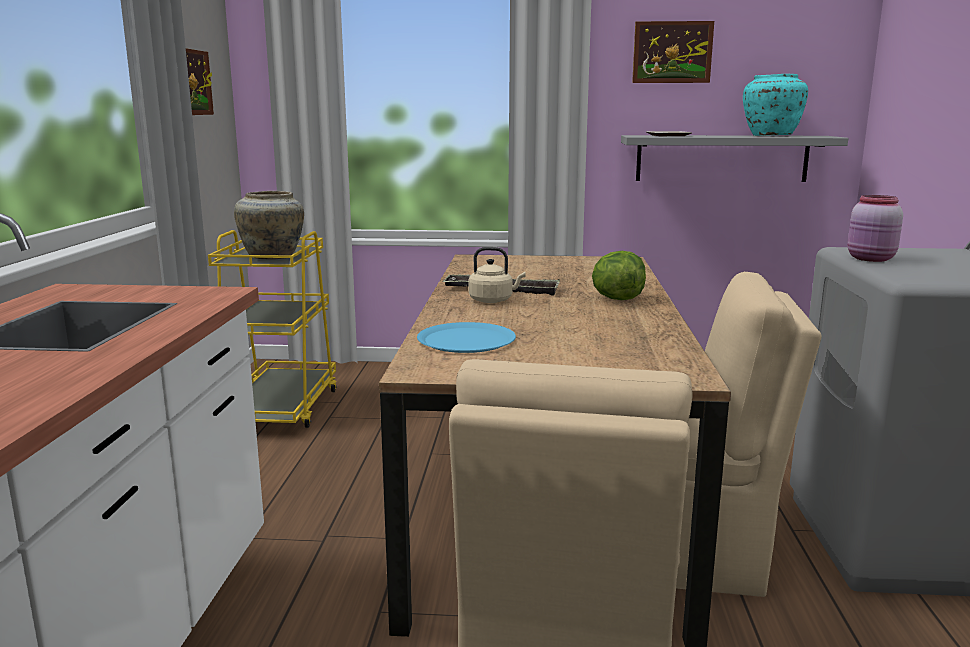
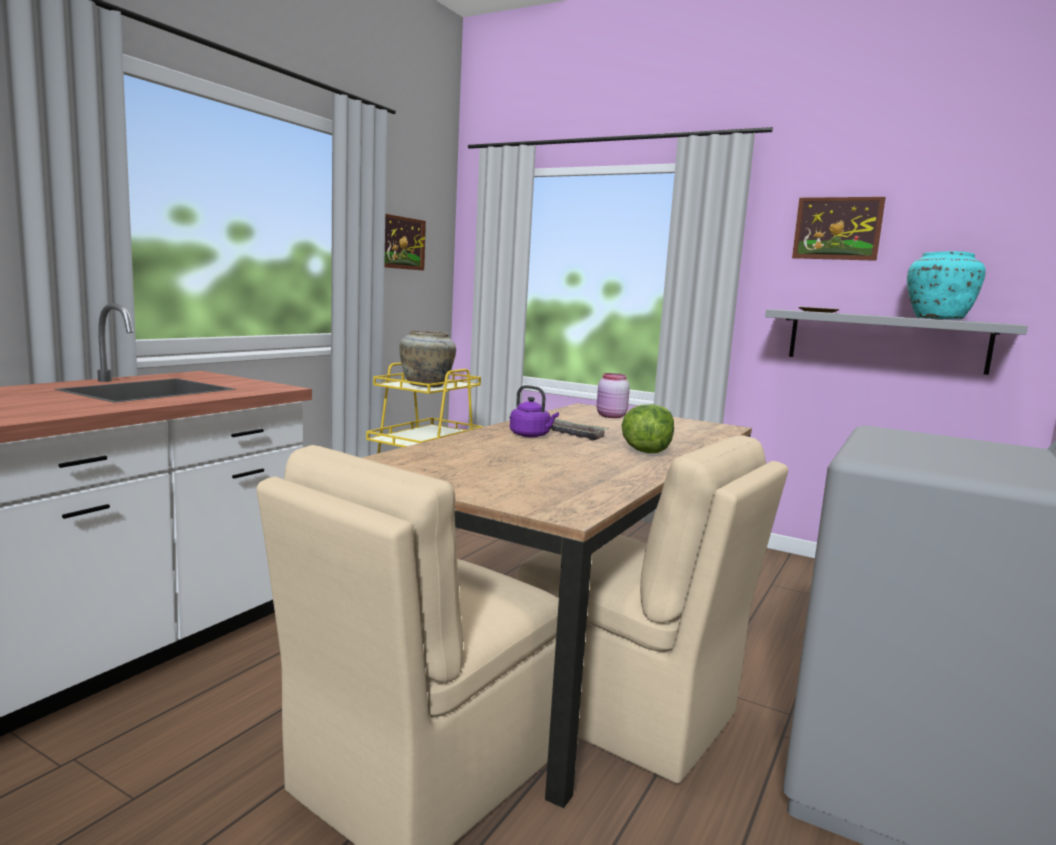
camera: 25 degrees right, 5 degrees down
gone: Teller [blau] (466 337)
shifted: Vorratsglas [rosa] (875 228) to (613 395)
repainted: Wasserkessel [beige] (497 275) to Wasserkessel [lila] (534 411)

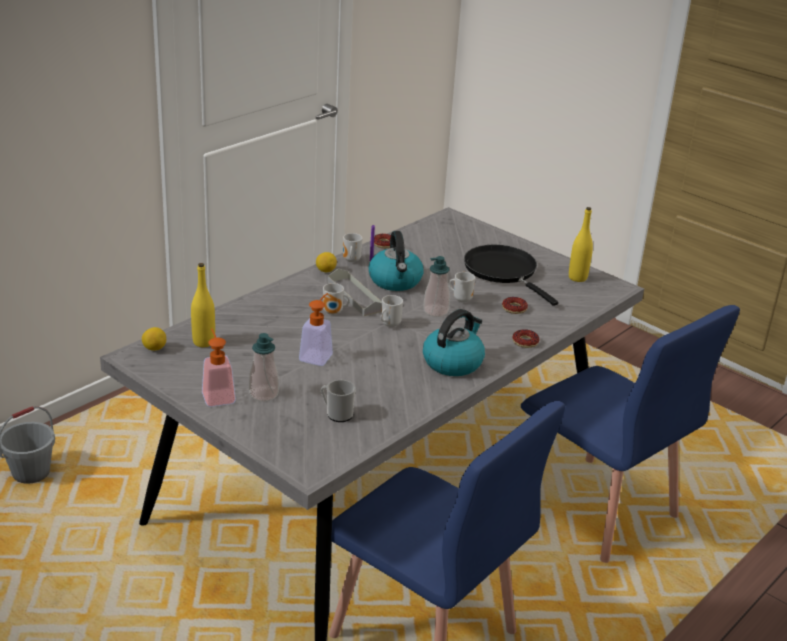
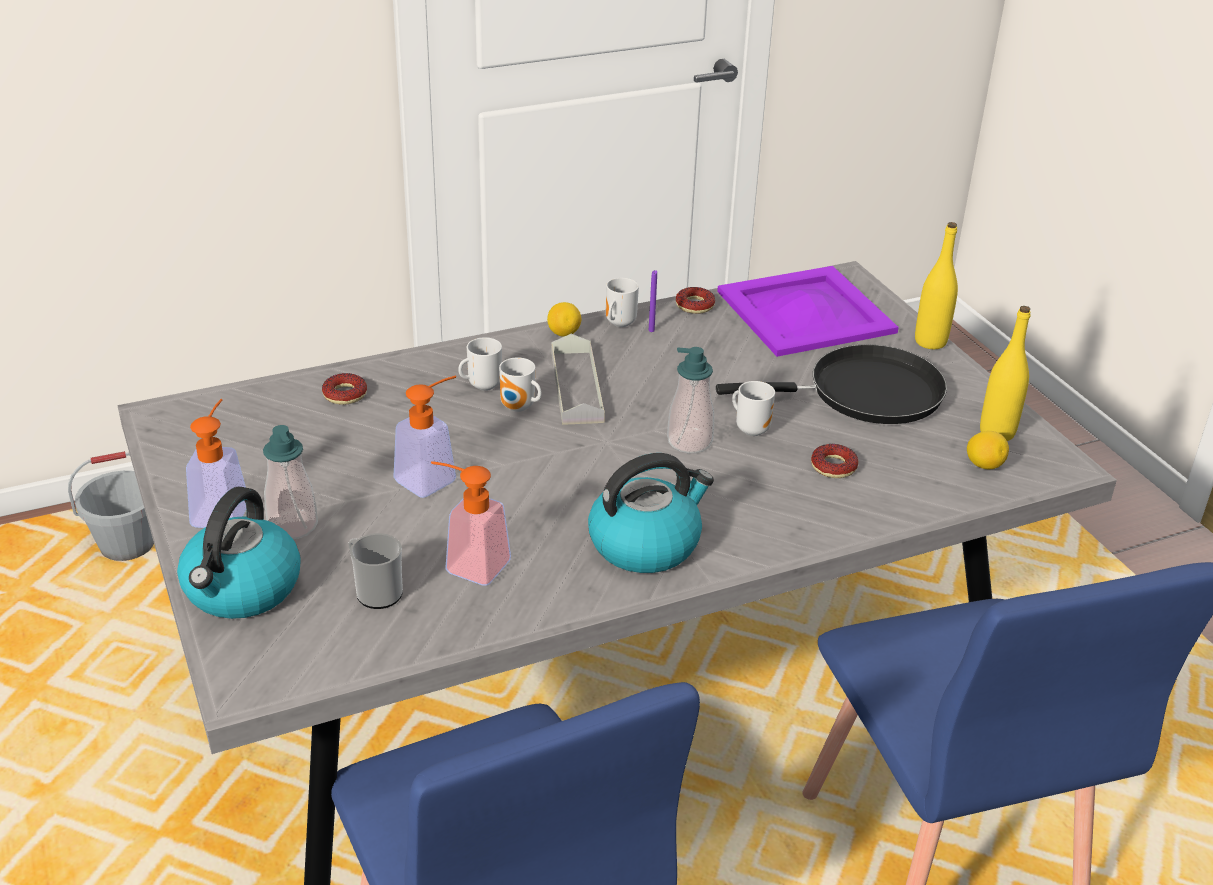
camera: 25 degrees right, 5 degrees up
new: Seifenspender (471 523); Tablett [lila] (808 311)
shifted: Wasserkessel (396 261) to (239 553); Donut (525 338) to (344 389); Henkelbecher (392 311) to (480 364); Flasche [gelb] (203 305) to (936 285); Zitrone (154 339) to (988 450)
rotated: Pfanne [schwarz] (511 275) = (831 384) 90 degrees clockwise

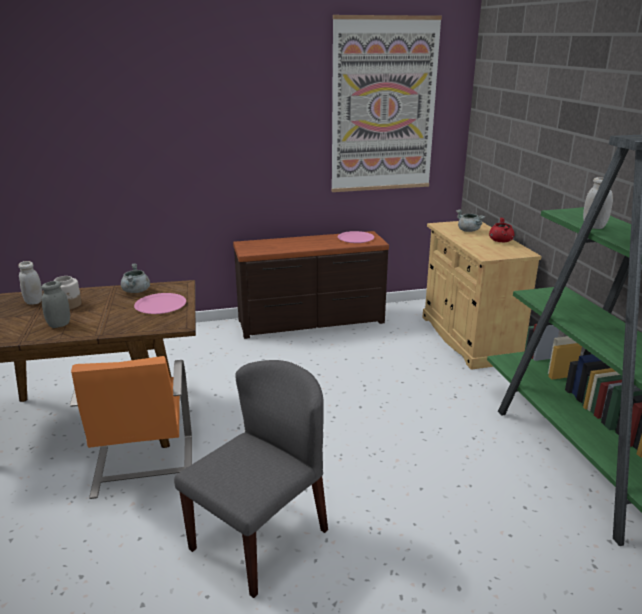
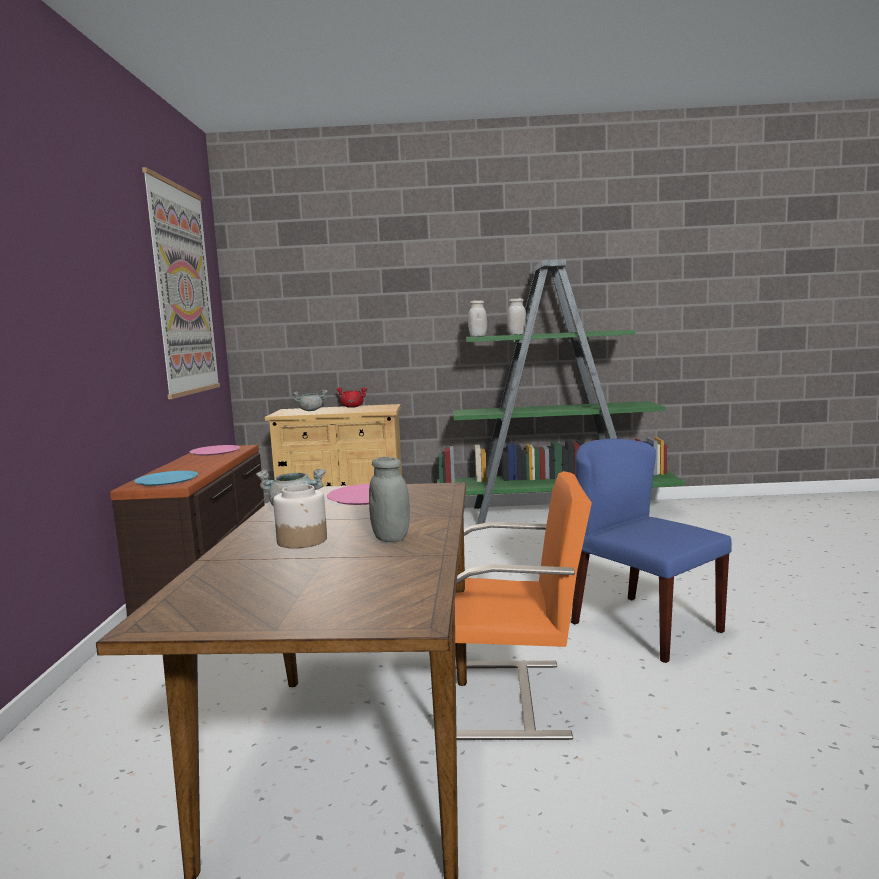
camera: 75 degrees left, 15 degrees down
new: Teller [blau] (166 478)
shifted: Vorratsglas [weiß] (30 283) to (477 318)
repainted: Stuhl [grau] (251 479) to Stuhl [blau] (651 551)

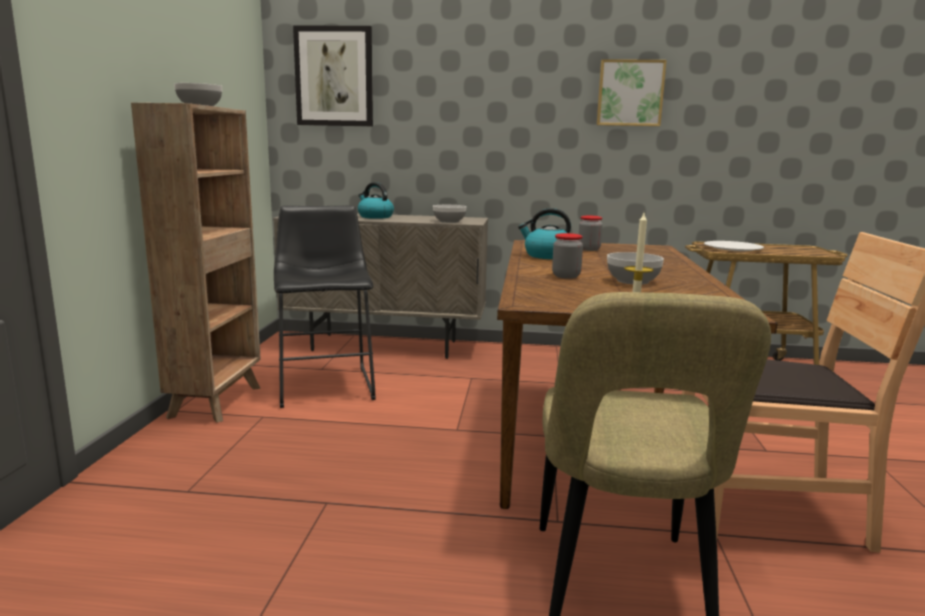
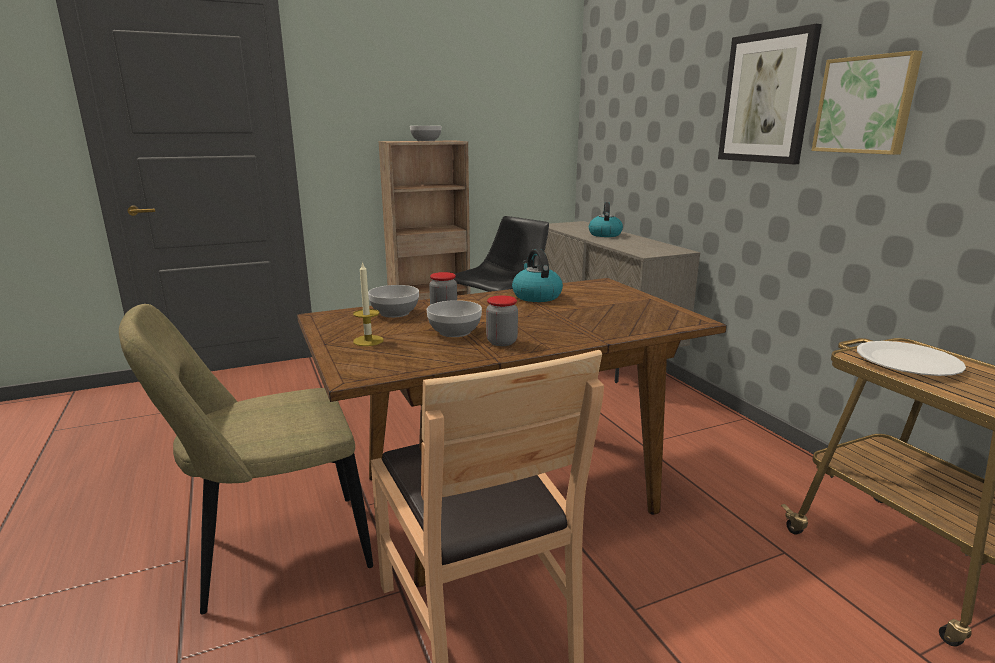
camera: 60 degrees right, 5 degrees up
shifted: Schüssel (449 214) to (393 301); Vorratsglas (591 233) to (502 320); Bild (333 76) to (770 94)

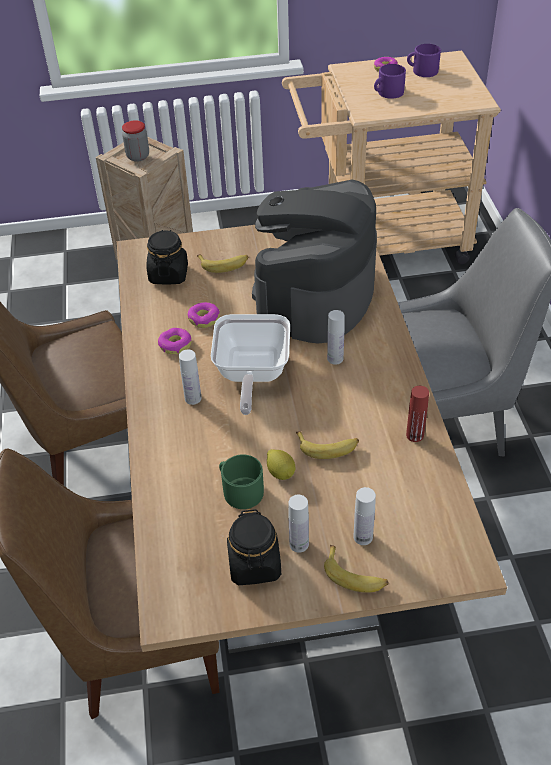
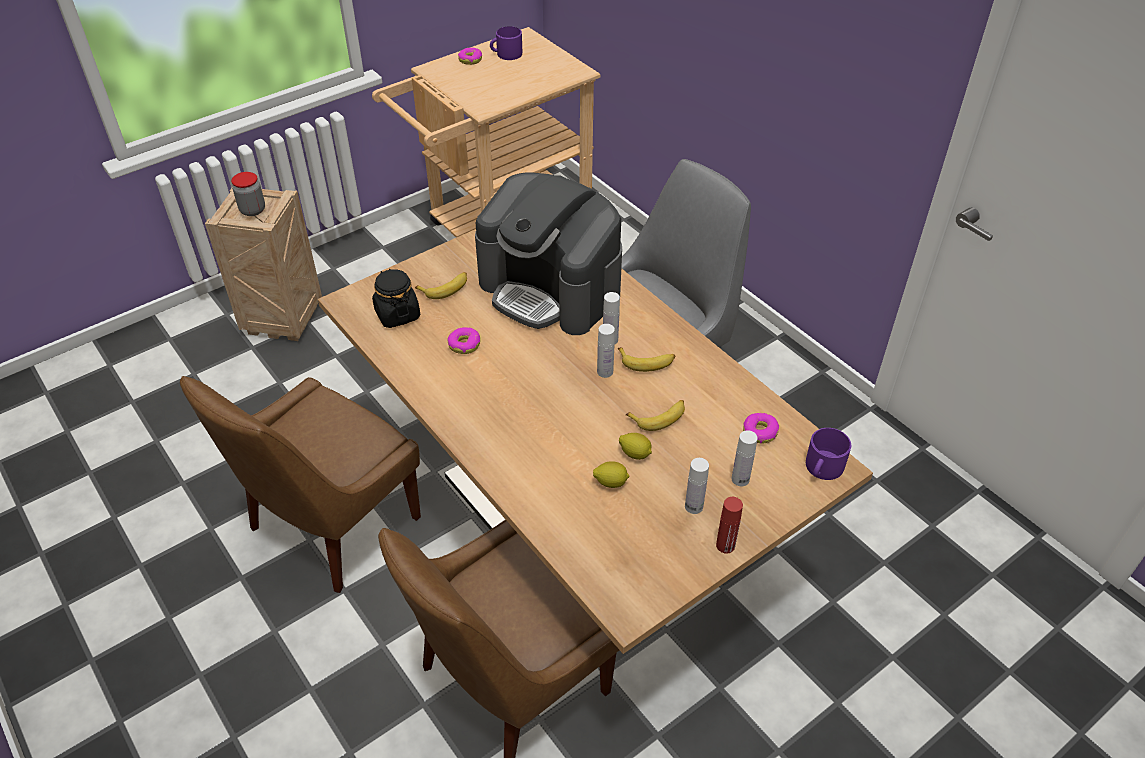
camera: 30 degrees left, 0 degrees up
gone: Pfanne (250 364); Vorratsglas [schwarz] (254 547)
shifted: Flasche [weiß] (190 377) to (606 351); Banane (356 569) to (646 359); Flasche [rot] (417 414) to (729 525); Donut (175 341) to (761 428); Henkelbecher [lila] (390 81) to (828 454)
swapped: Henkelbecher [grün] (241 481) to Zitrone (611 474)
rotated: Kaffeemaschine (314 261) = (548 254) 45 degrees counterclockwise

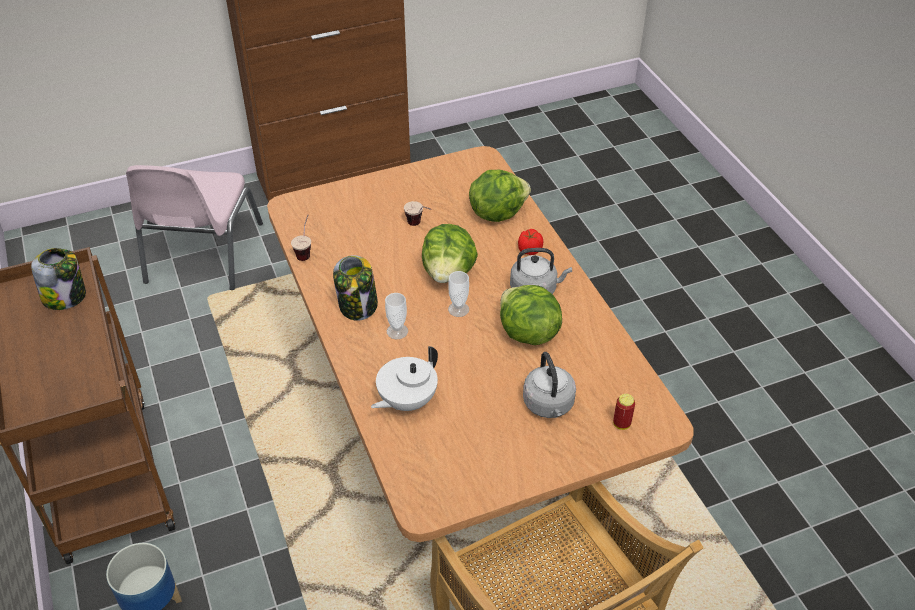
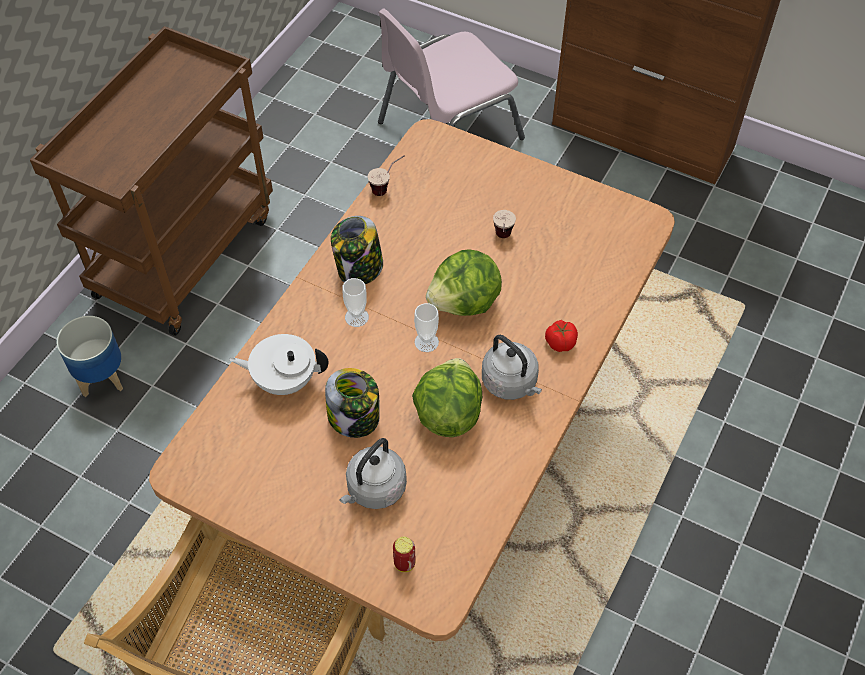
camera: 50 degrees right, 10 degrees up
gone: Salatkopf (500 196)
shifted: Vorratsglas (58 279) to (352 403)

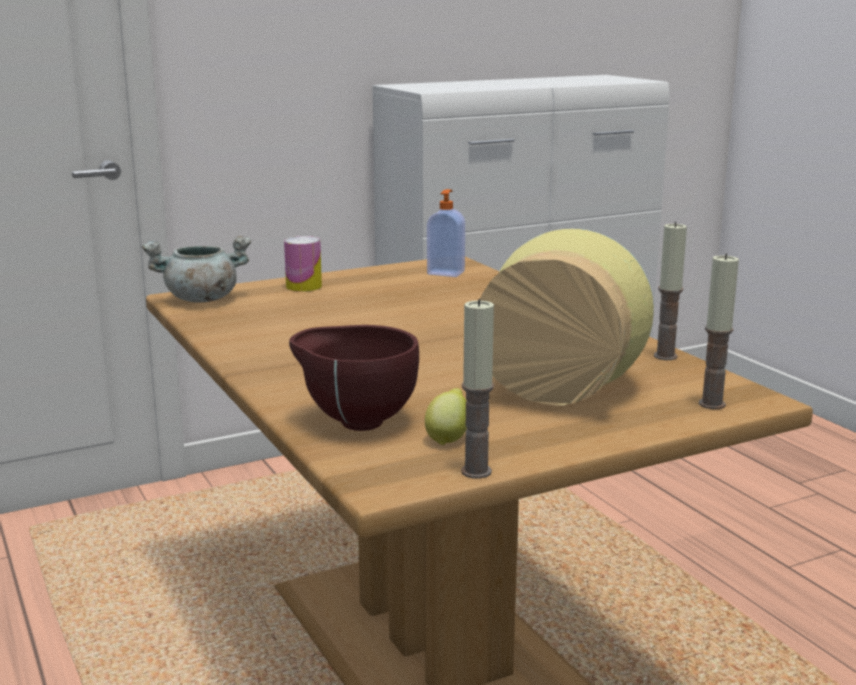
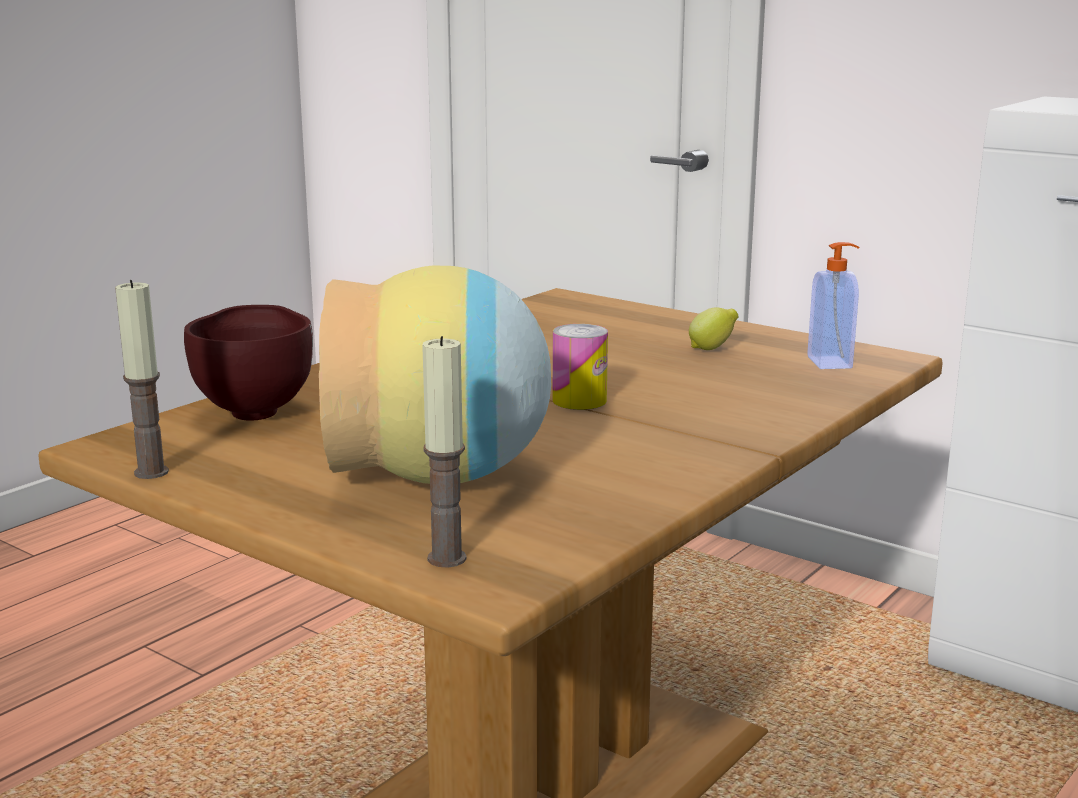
camera: 65 degrees right, 0 degrees up
gone: Kochtopf [grau] (196 269); Kerze (670 290)
shifted: Dose (303 264) to (580 367); Zitrone (446 416) to (714 328)

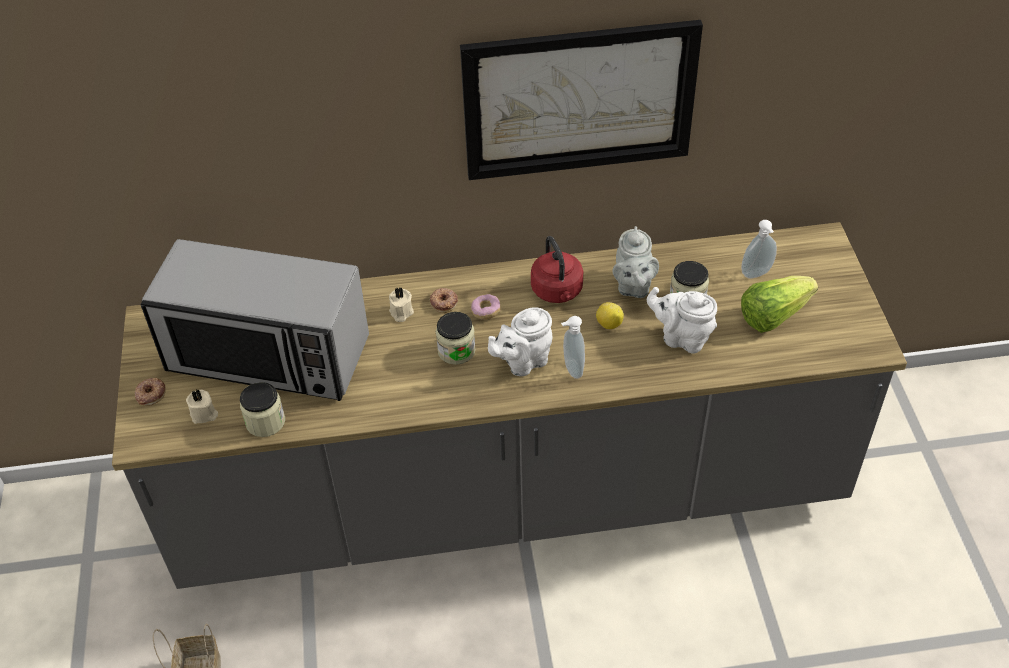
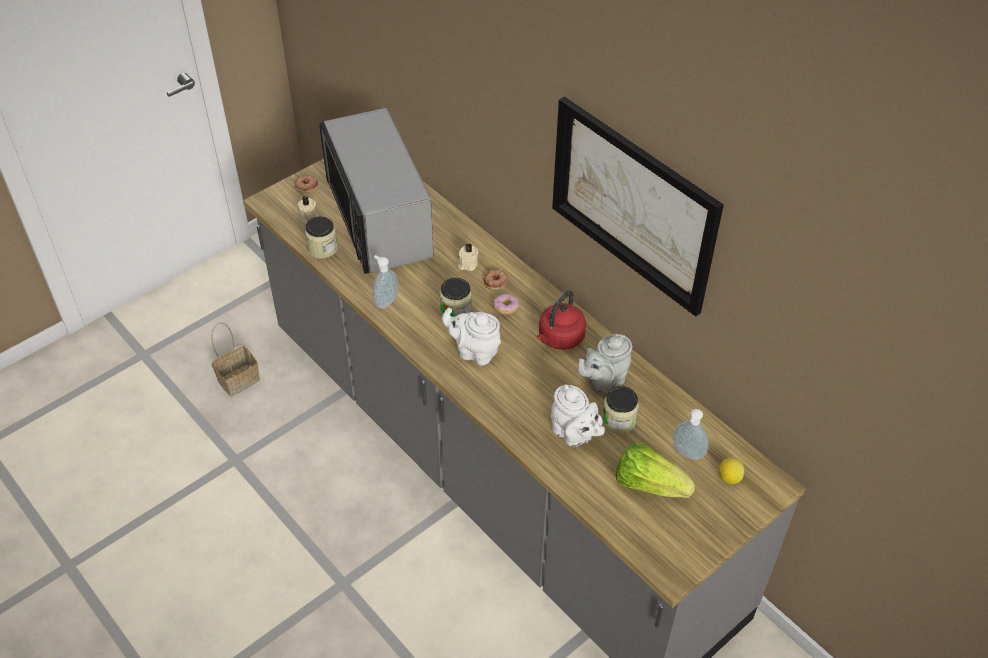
camera: 55 degrees right, 0 degrees up
shifted: Seifenspender (573 347) to (386 282); Zitrone (610 315) to (732 471)
rotated: Teekanne [weiß] (682 320) = (578 416) 150 degrees clockwise

